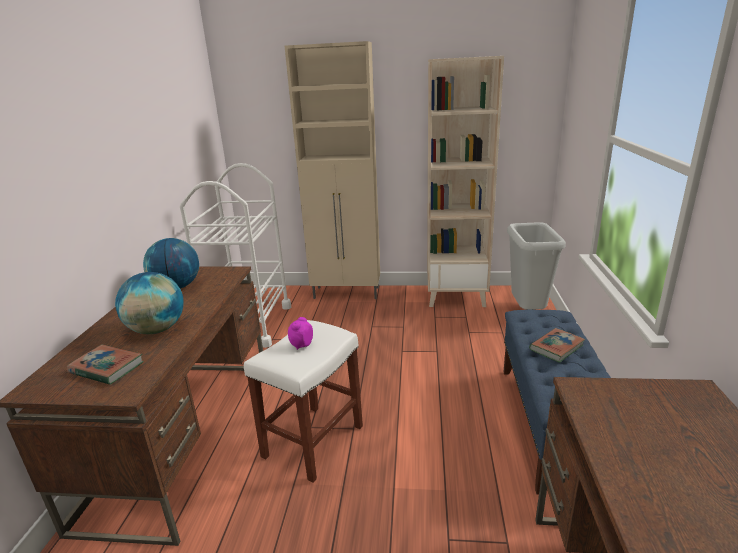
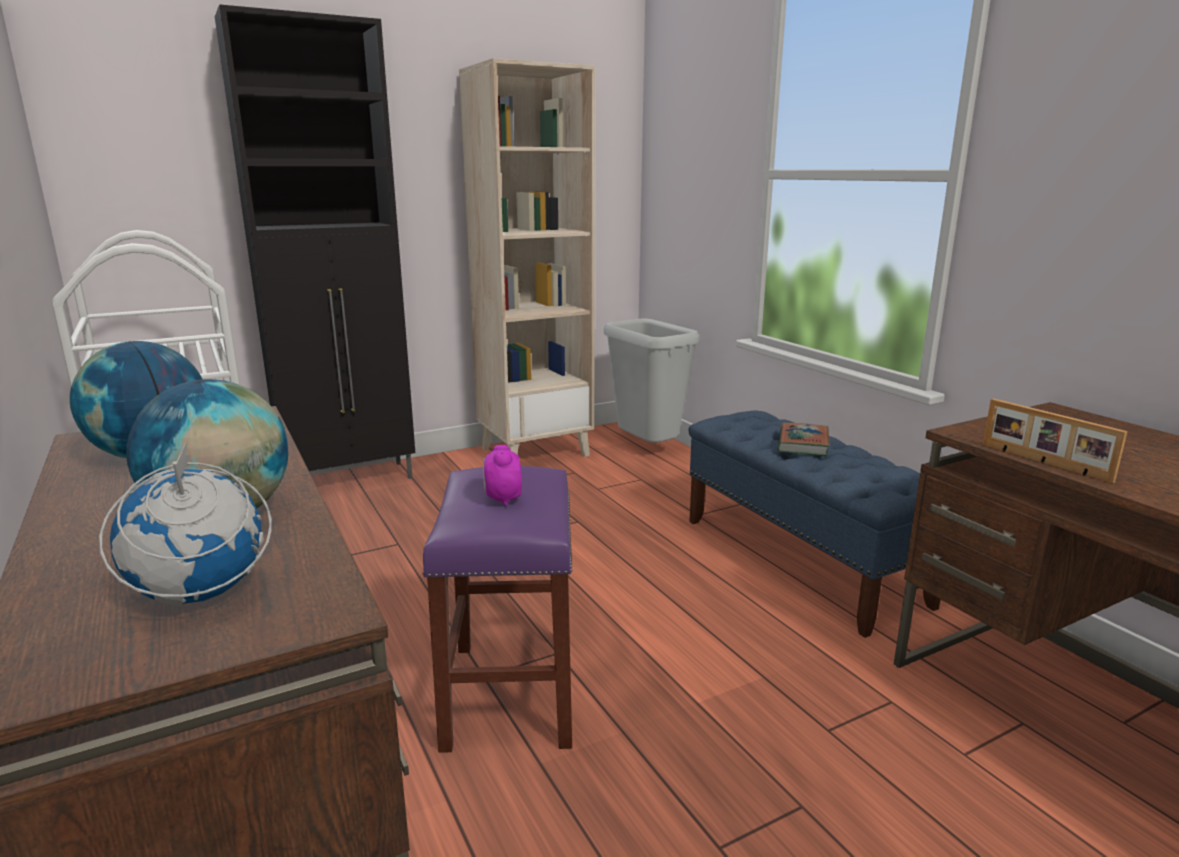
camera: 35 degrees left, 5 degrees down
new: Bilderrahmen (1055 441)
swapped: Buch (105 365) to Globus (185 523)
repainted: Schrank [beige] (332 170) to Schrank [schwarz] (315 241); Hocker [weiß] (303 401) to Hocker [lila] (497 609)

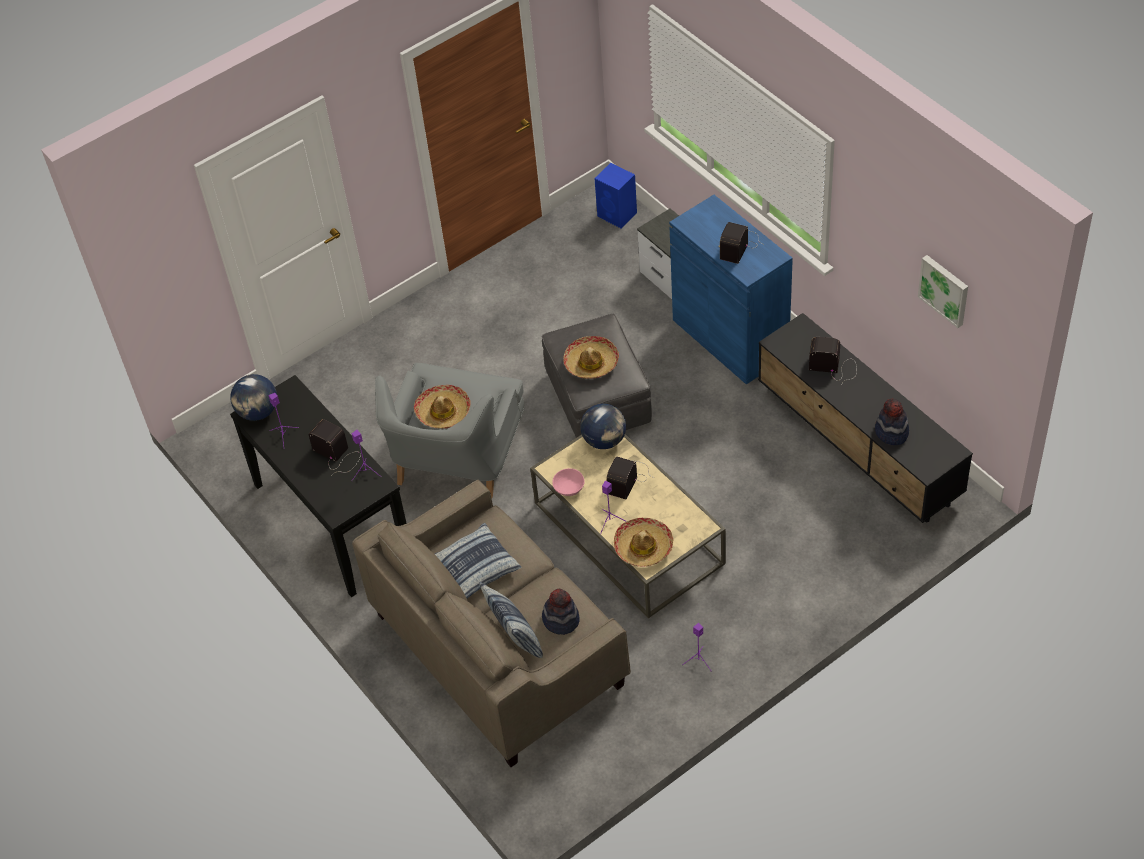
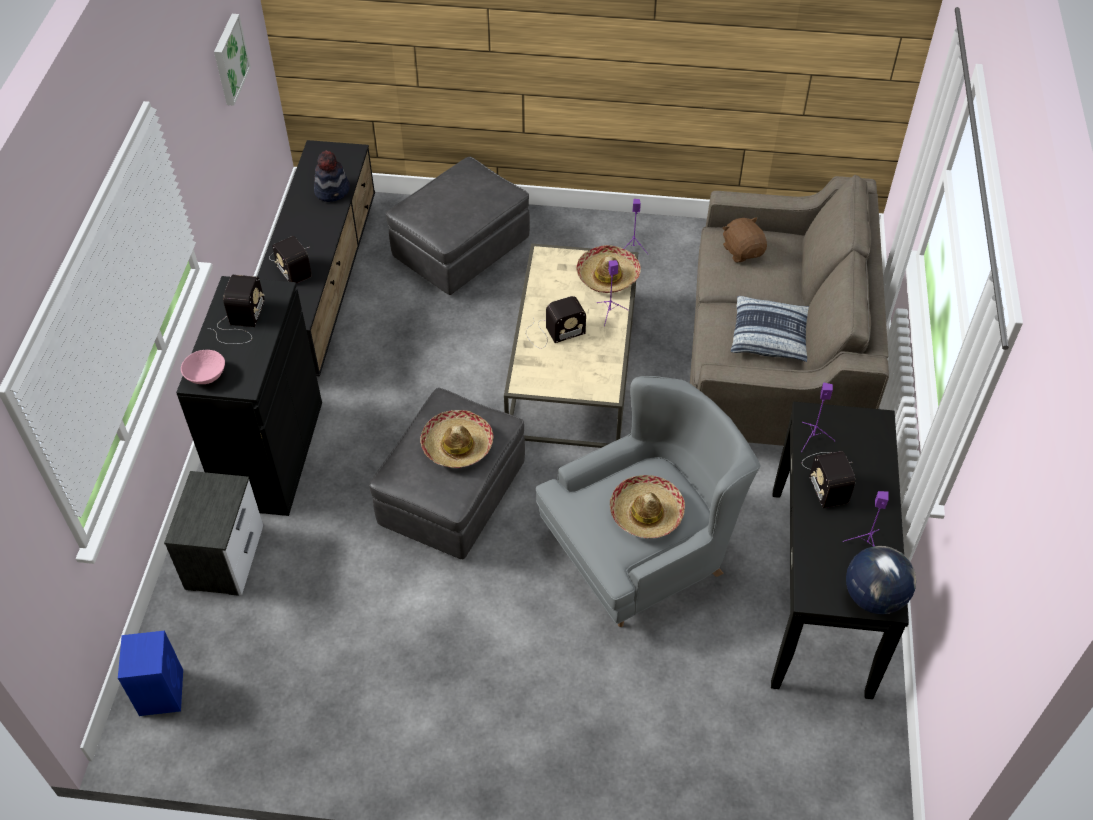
camera: 140 degrees left, 0 degrees up
gone: Kissen (511 620); Globus (603 426)
new: Polsterhocker [grau] (457 226)
shifted: Schüssel [rosa] (568 482) to (203 367)
swapped: Hut (561 612) to Plüschtier [braun] (745 239)
repainted: Schrank [blau] (731 289) to Schrank [schwarz] (249 396)
rotated: Radio (741 243) = (236 309) 60 degrees counterclockwise

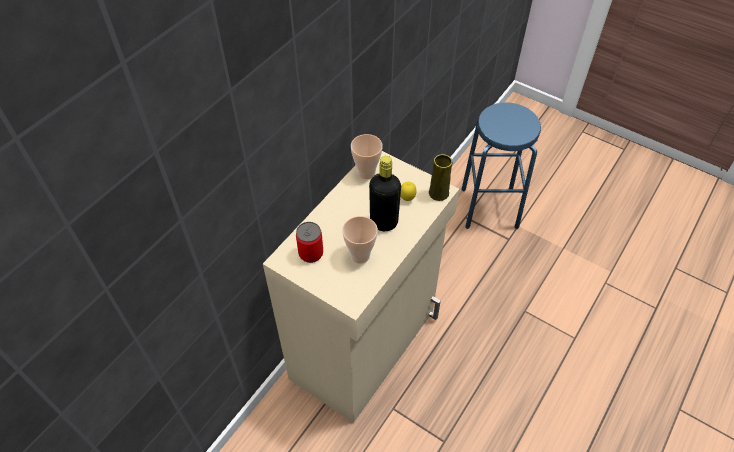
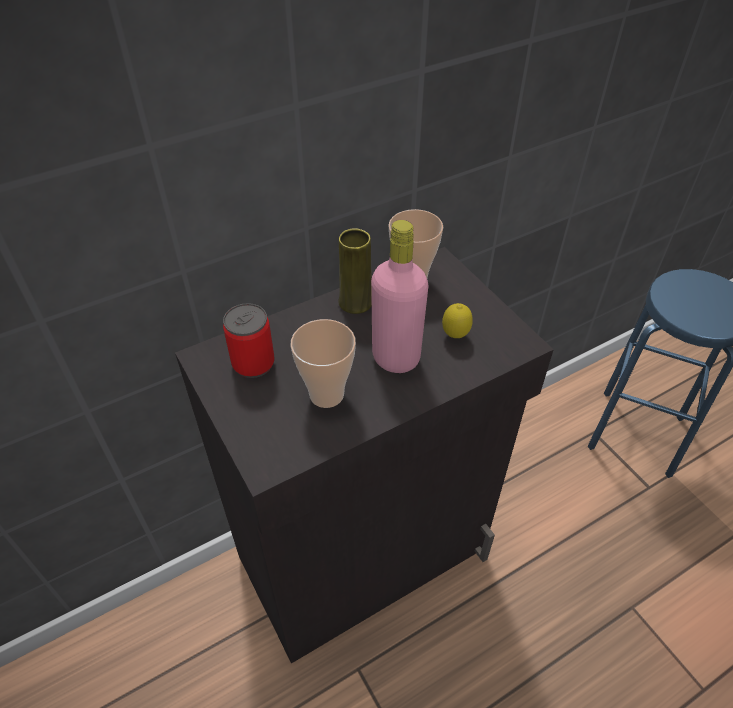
camera: 25 degrees right, 5 degrees down
shifted: Vase [gelb] (440 177) to (355 271)
repainted: Schrank [beige] (361 287) to Schrank [schwarz] (364 455); Flasche [schwarz] (385 193) to Flasche [rosa] (400 296)

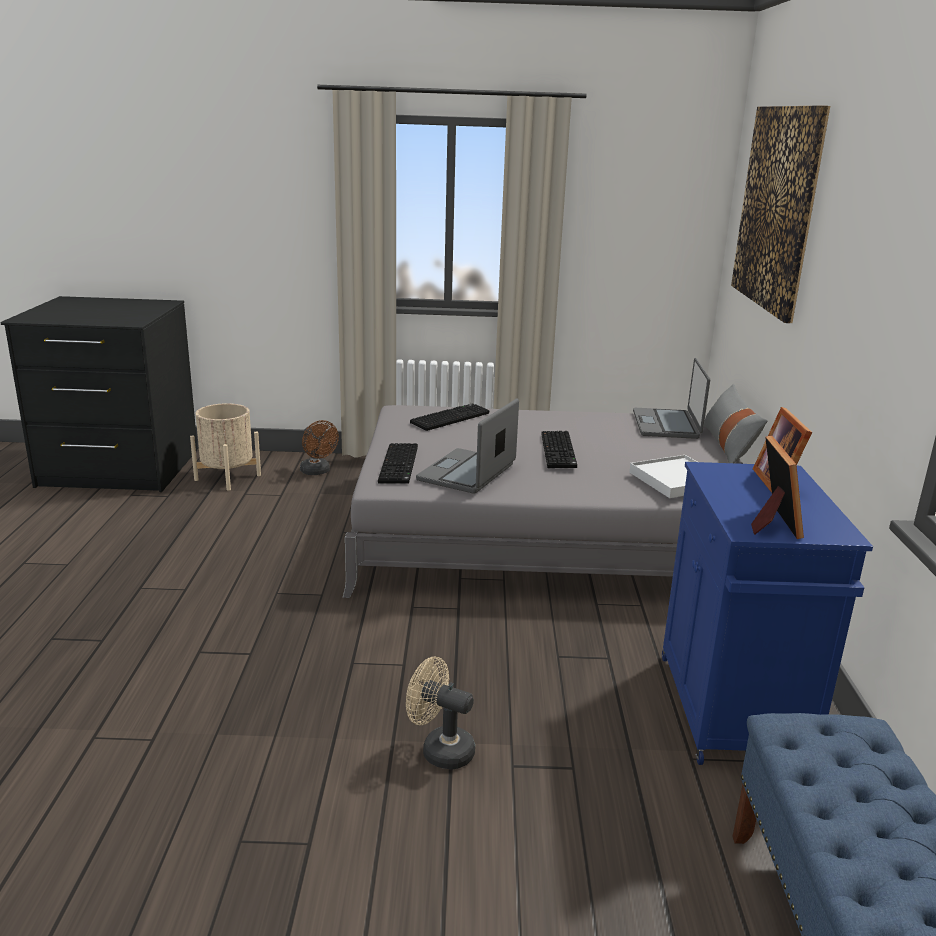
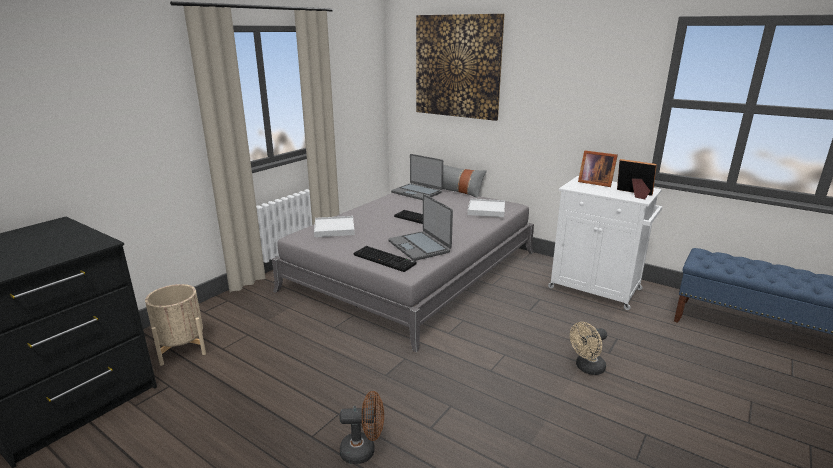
camera: 55 degrees left, 0 degrees up
shifted: Ventilator [braun] (319 447) to (362 427)
swapped: Tastatur (449 417) to Tablett [weiß] (334 226)
repainted: Schrank [blau] (767 613) to Schrank [weiß] (605 243)

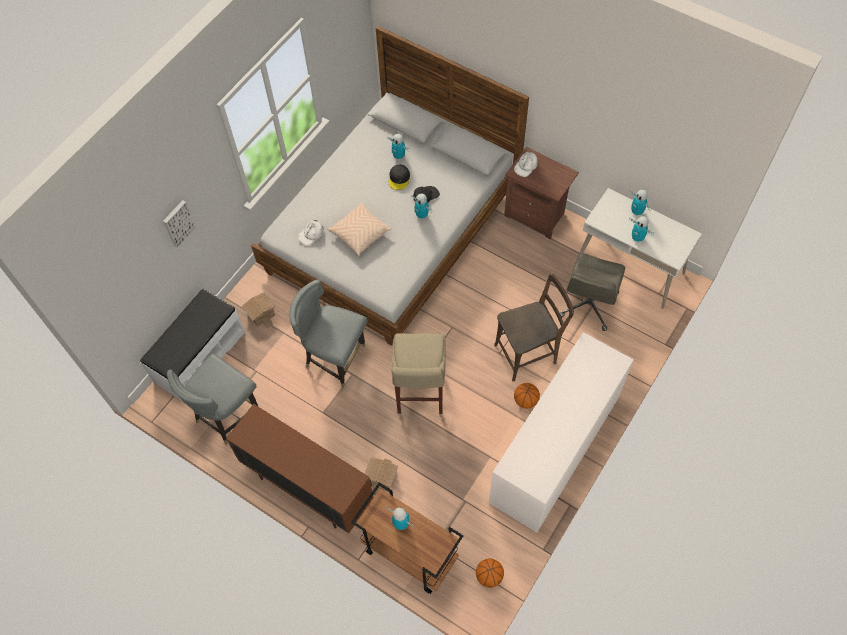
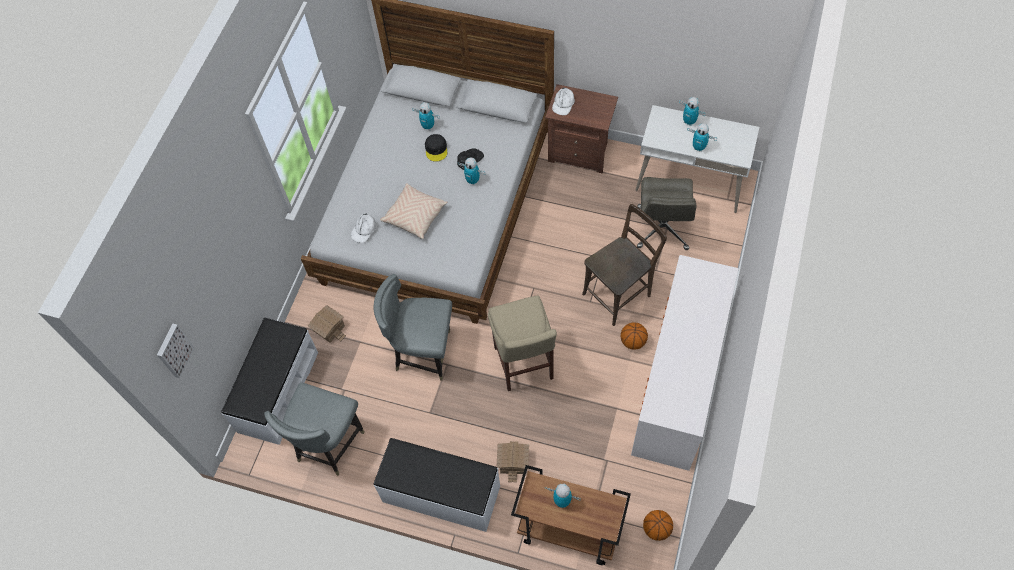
camera: 15 degrees left, 0 degrees up
shifted: Bild (179 224) to (176 351)
swapped: Schrank [braun] (300 468) to Bank [weiß] (437 485)

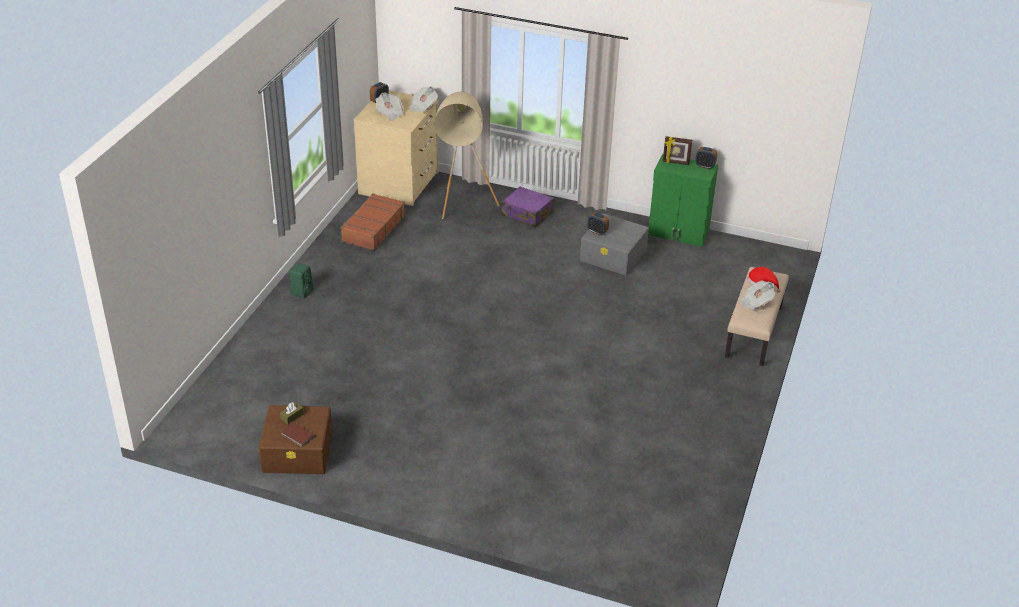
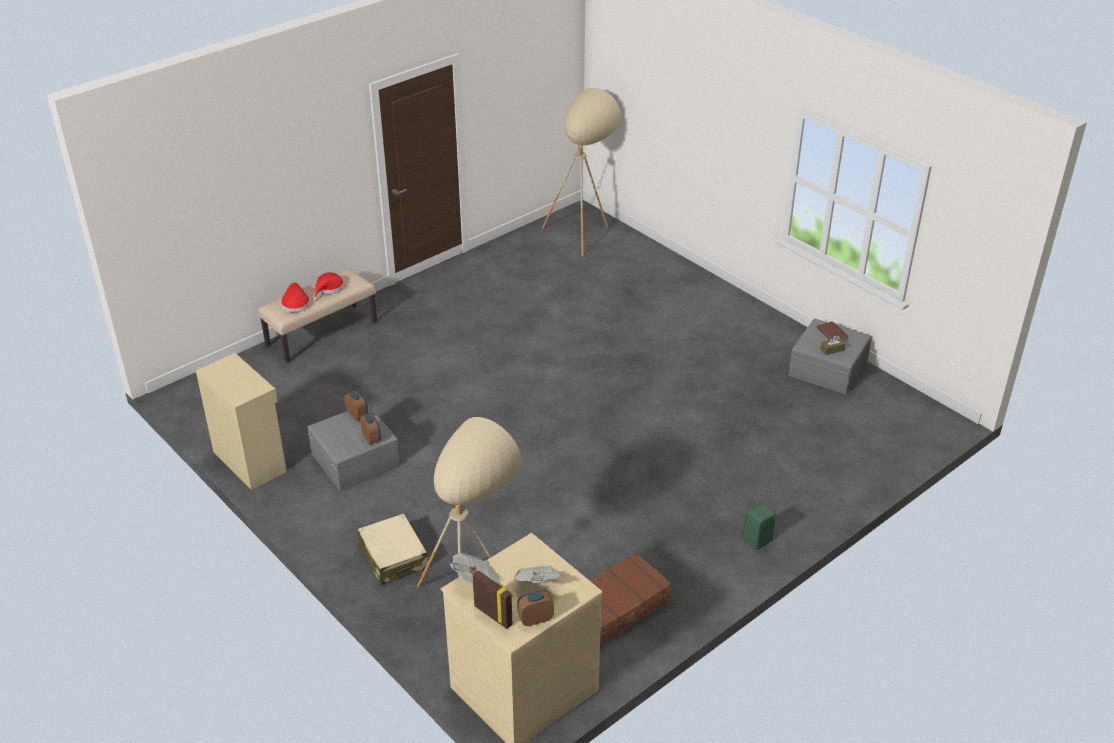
camera: 150 degrees left, 0 degrees up
new: Stehlampe [beige] (581 172)
shifted: Wecker (706 158) to (356 405); Bilderrahmen (677 150) to (492 599)
swapped: Zeitung (757 295) to Hut [rot] (328 286)
repainted: Schrank [grün] (683 200) to Schrank [beige] (241 421); Koffer [lila] (528 207) to Koffer [beige] (392 549); Aufbewahrungsbox [braun] (295 439) to Aufbewahrungsbox [grau] (830 356)

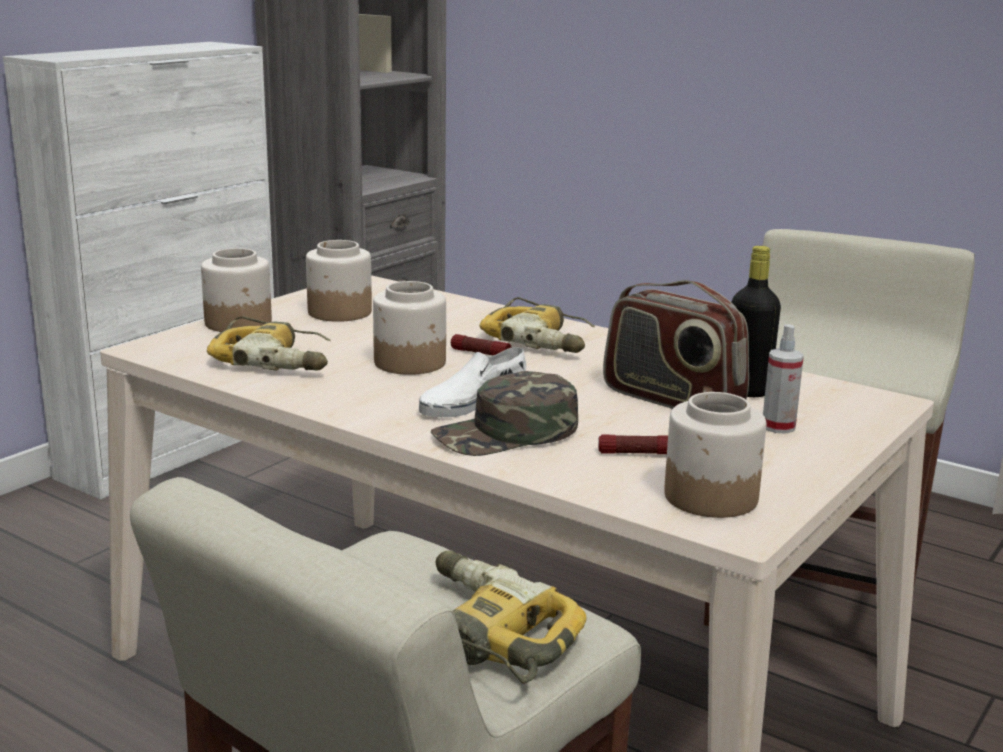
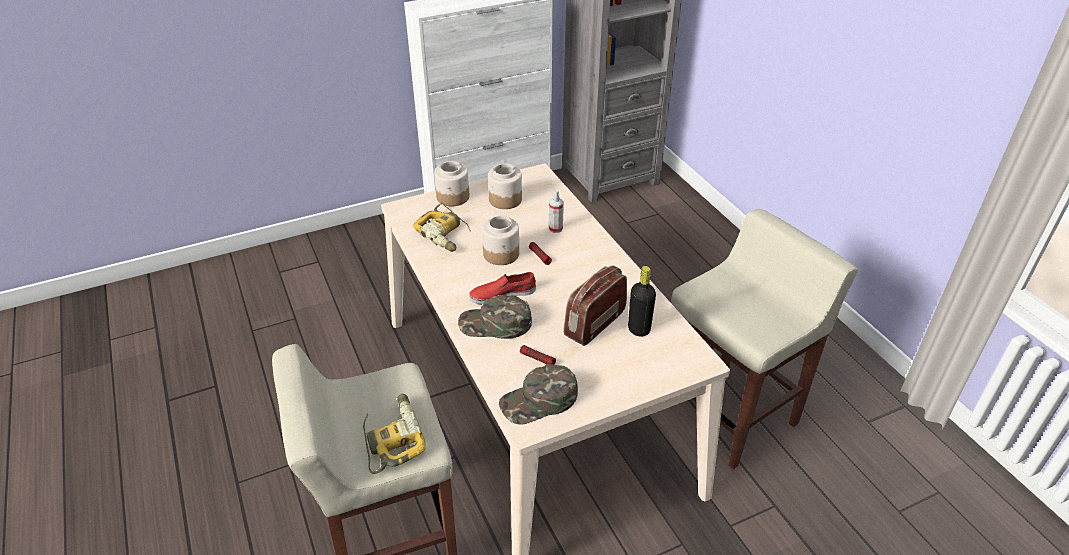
camera: 30 degrees right, 20 degrees up
gone: Bohrmaschine (537 325)
shifted: Sprühflasche (783 379) to (556 211)
swapped: Vorratsglas (715 455) to Kappe [grün] (538 394)
repainted: Schuh [weiß] (473 382) to Schuh [rot] (502 288)
rotated: Radio (676 344) = (595 305) 60 degrees clockwise

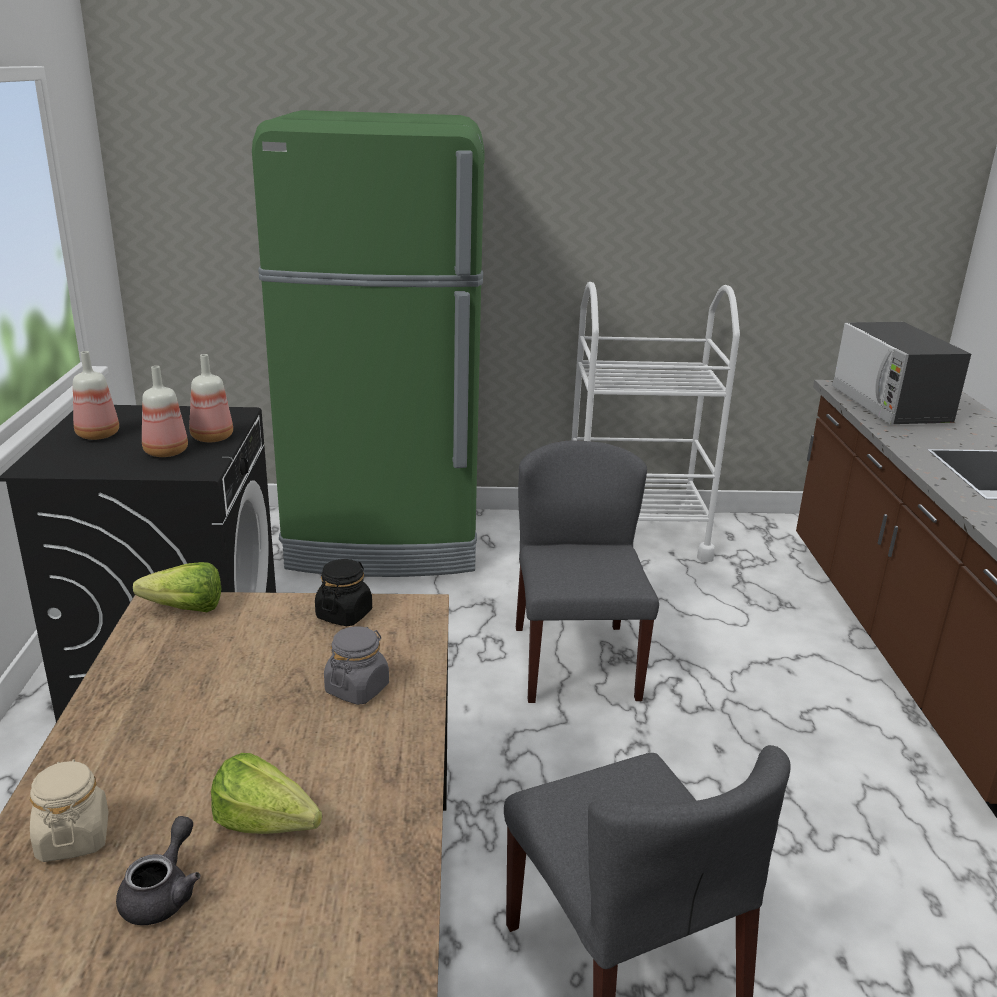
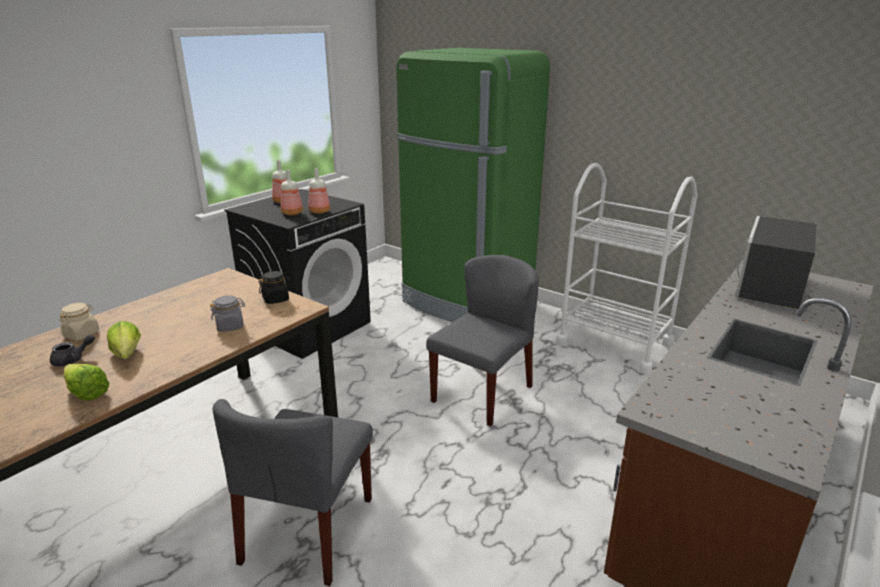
camera: 40 degrees right, 0 degrees up
shifted: Salatkopf (177 587) to (86 382)

